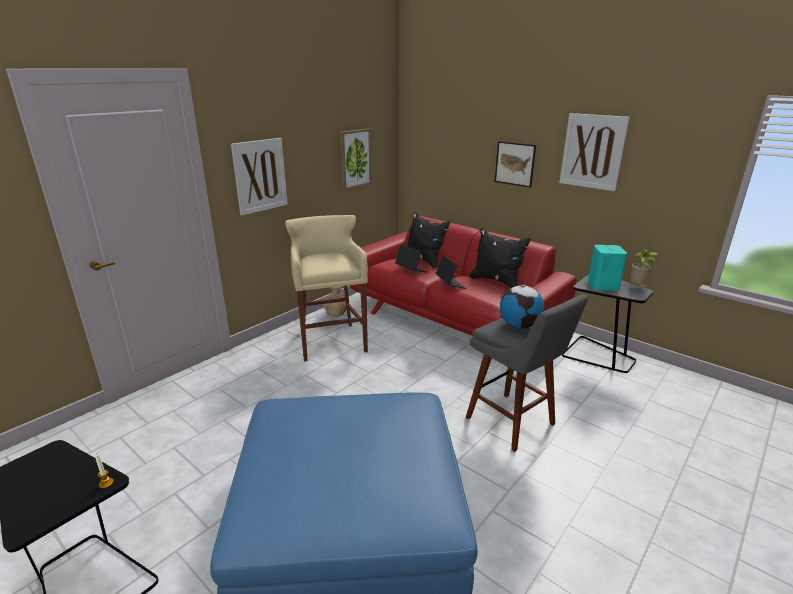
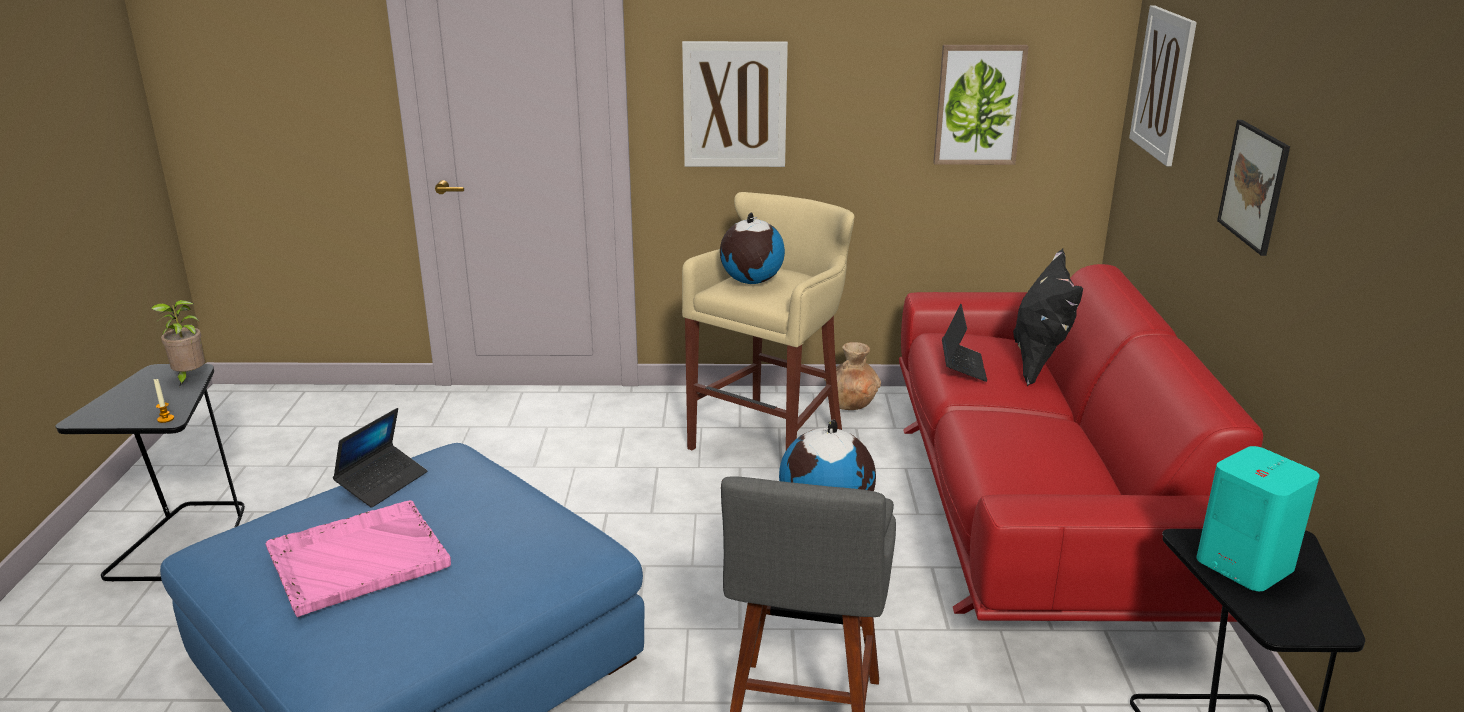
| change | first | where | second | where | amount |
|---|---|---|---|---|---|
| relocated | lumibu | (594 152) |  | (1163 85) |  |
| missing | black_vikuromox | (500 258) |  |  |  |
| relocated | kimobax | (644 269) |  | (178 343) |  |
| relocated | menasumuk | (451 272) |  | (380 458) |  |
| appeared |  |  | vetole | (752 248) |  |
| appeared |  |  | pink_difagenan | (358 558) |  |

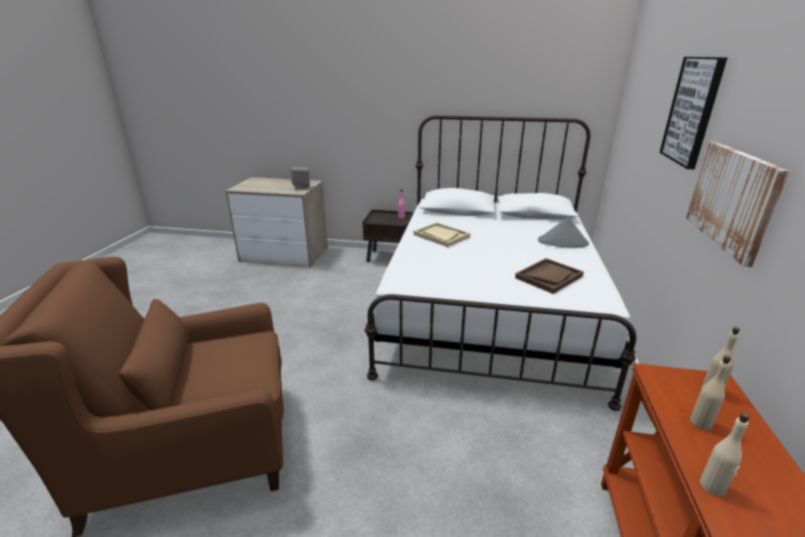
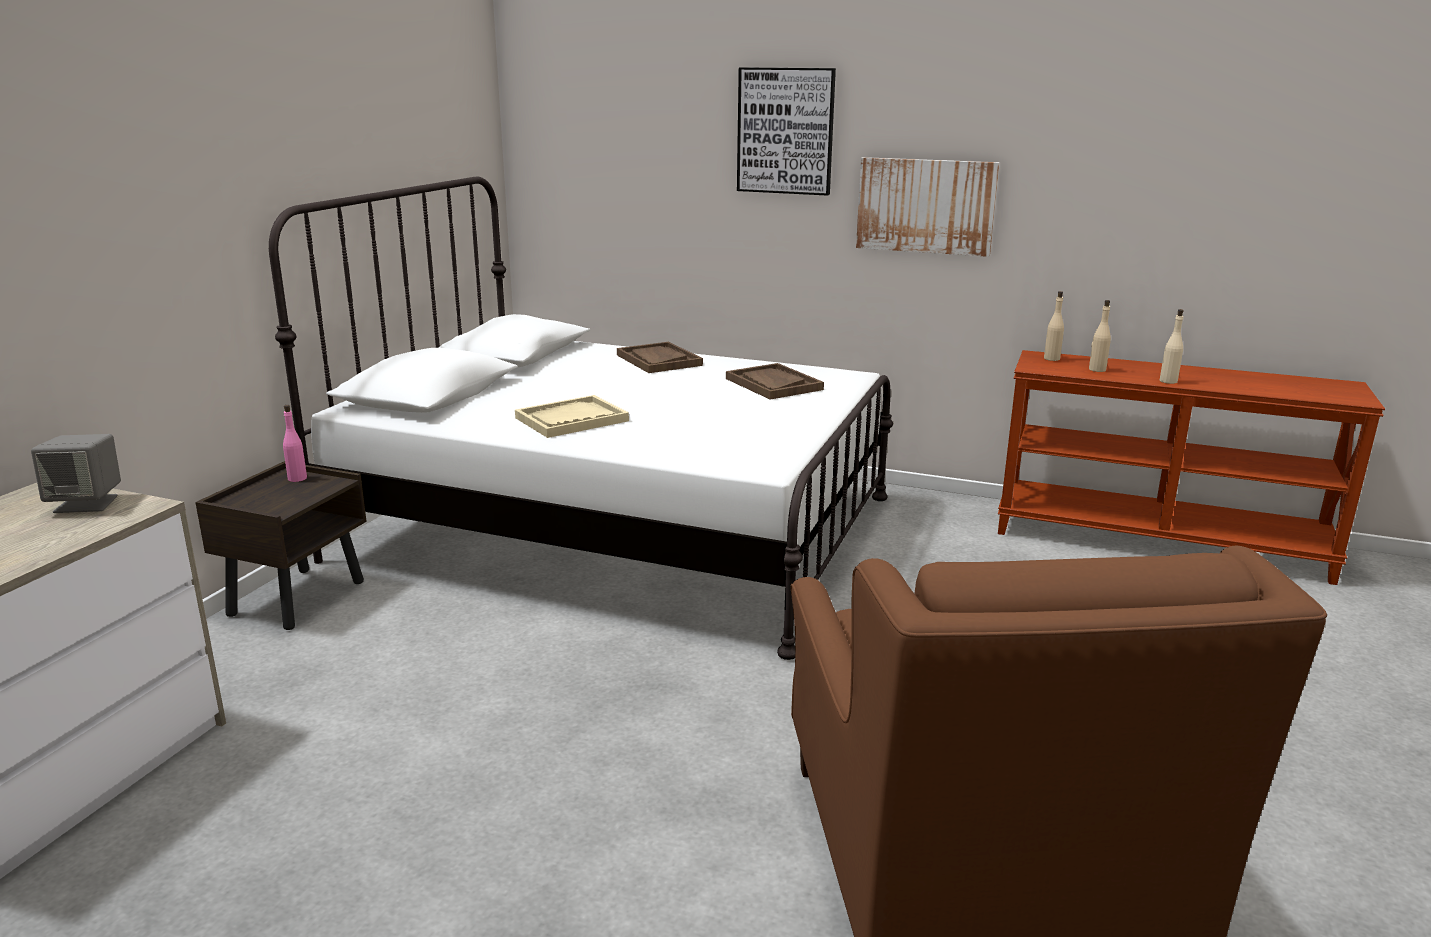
| change | first | where | second | where | amount |
|---|---|---|---|---|---|
| exchanged | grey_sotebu | (563 231) | brown_difagenan | (660 357) |  |

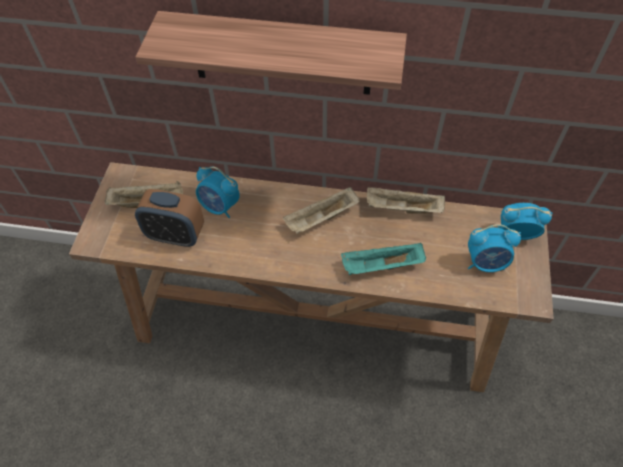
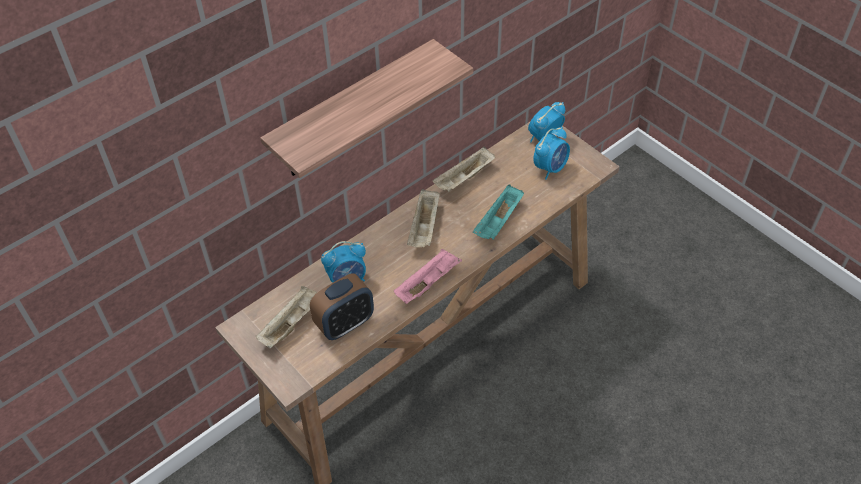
| change | first | where | second | where | amount |
|---|---|---|---|---|---|
| appeared |  |  | pink_difagenan | (428 276) |  |

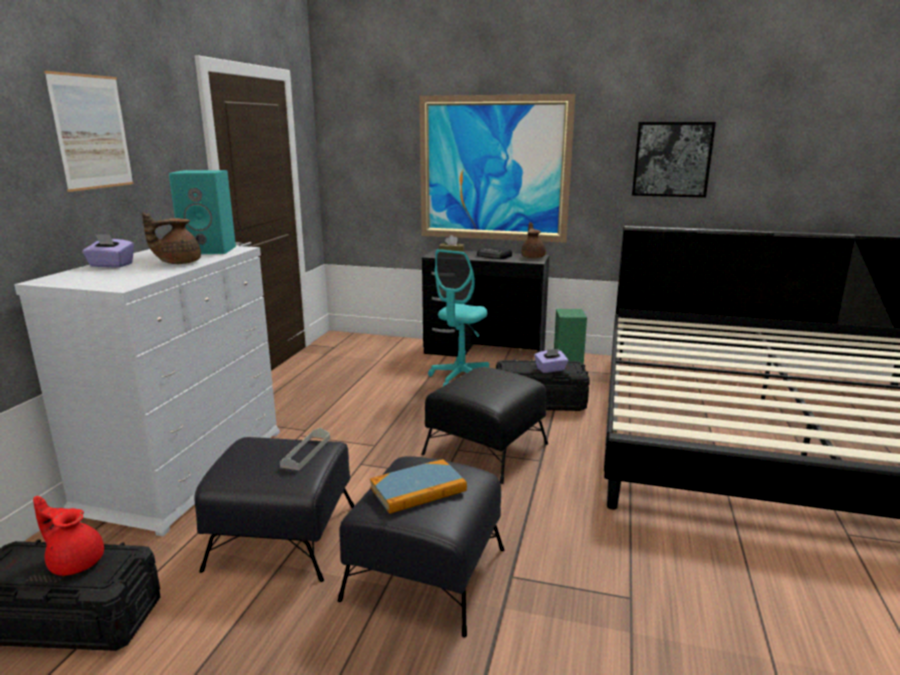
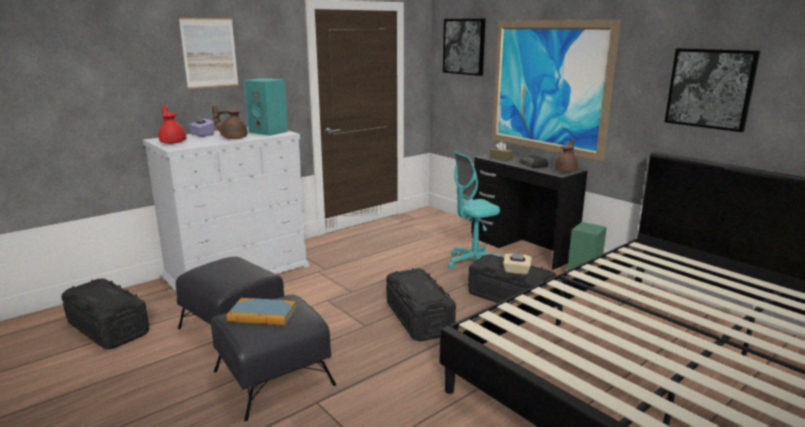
| change | first | where | second | where | amount |
|---|---|---|---|---|---|
| colour | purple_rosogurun | (551 361) | beige_rosogurun | (517 264) |  |
| exchanged | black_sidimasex | (484 425) | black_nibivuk | (421 305) |  |
| missing | grey_difagenan | (305 449) |  |  |  |
| relocated | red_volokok | (68 536) |  | (172 124) |  |
| appeared |  |  | lumibu | (464 47) |  |

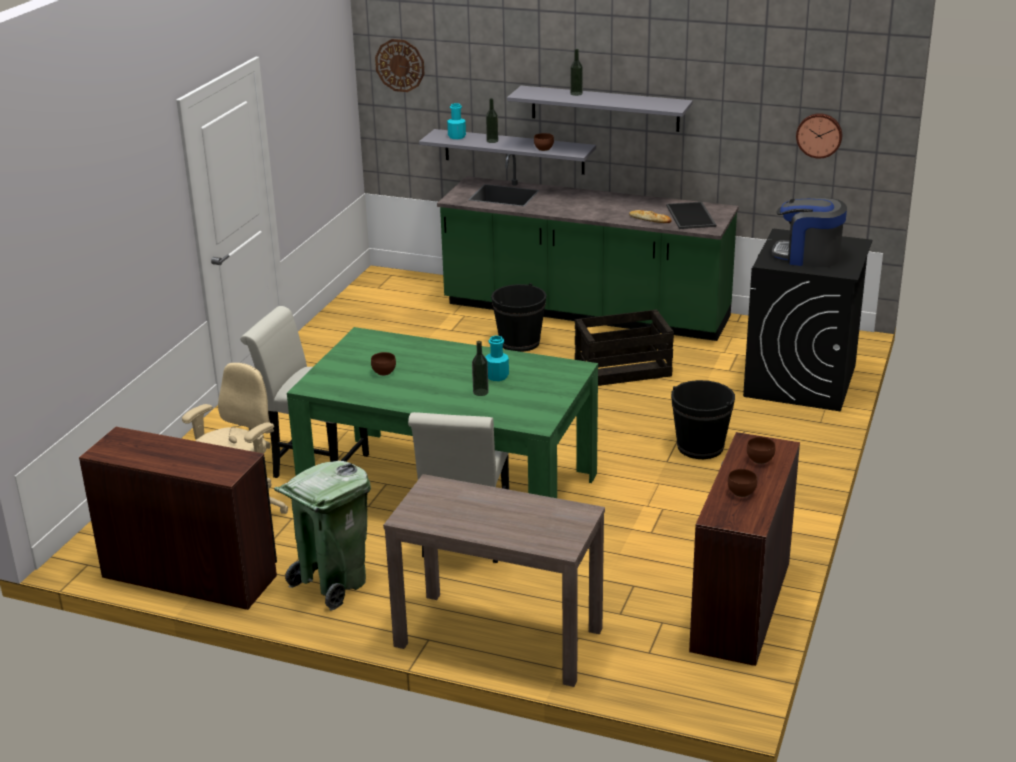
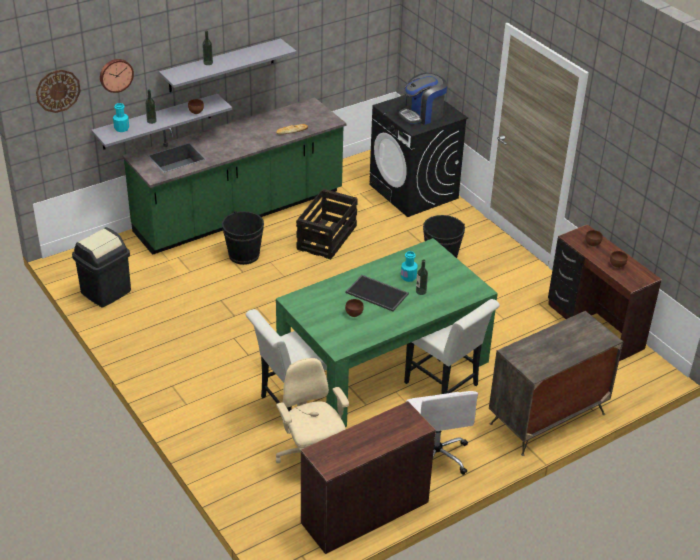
| change | first | where | second | where | amount |
|---|---|---|---|---|---|
| relocated | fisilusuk | (819 136) |  | (117 76) |  |
| relocated | difagenan | (691 215) |  | (377 293) |  |
| exchanged | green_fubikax | (322 536) | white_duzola | (442 433) |  |
| exchanged | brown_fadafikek | (494 580) | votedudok | (556 383) |  |
| appeared |  |  | black_fubikax | (101 267) |  |

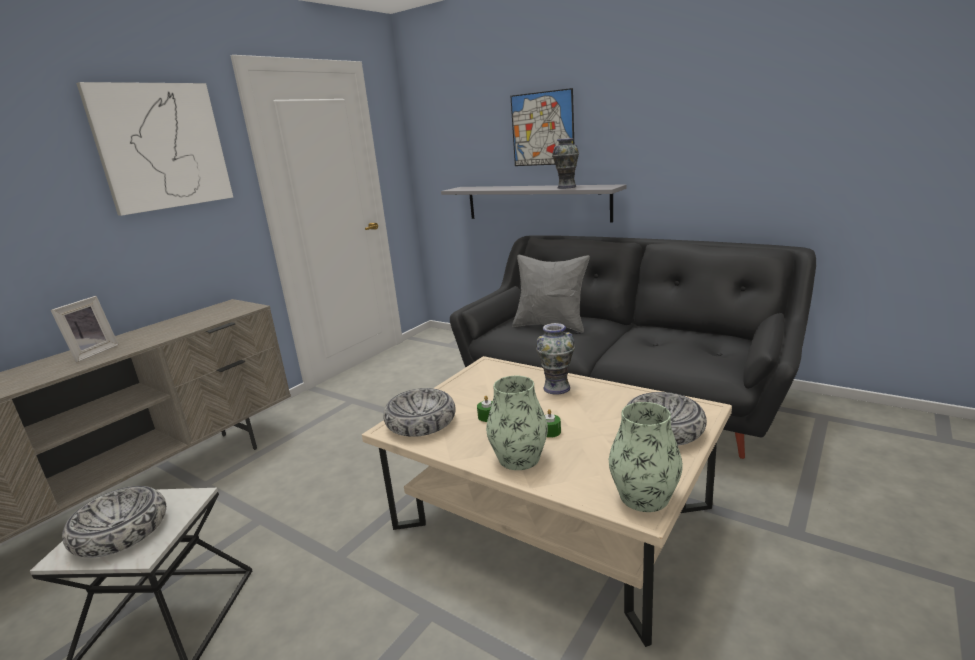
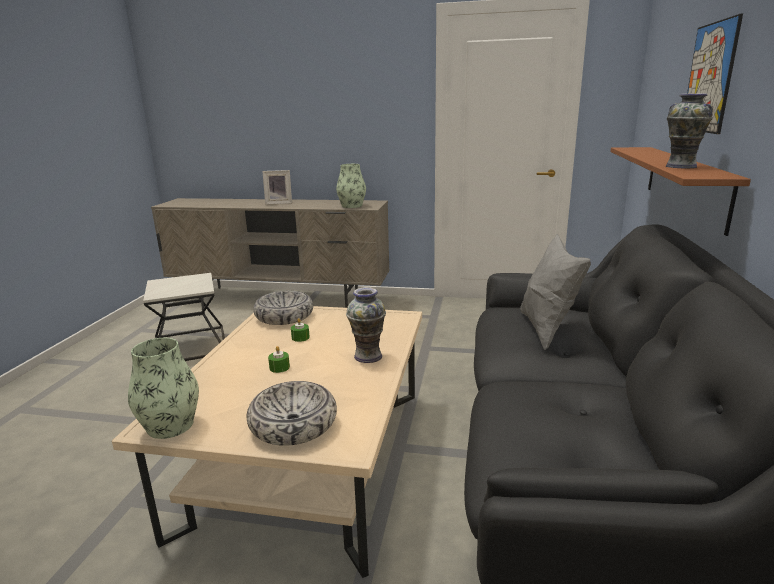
| change | first | where | second | where | amount |
|---|---|---|---|---|---|
| missing | lumibu | (154 149) |  |  |  |
| colour | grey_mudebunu | (534 203) | brown_mudebunu | (680 191) |  |
| relocated | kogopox | (517 423) |  | (351 186) |  |
| missing | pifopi | (114 522) |  |  |  |

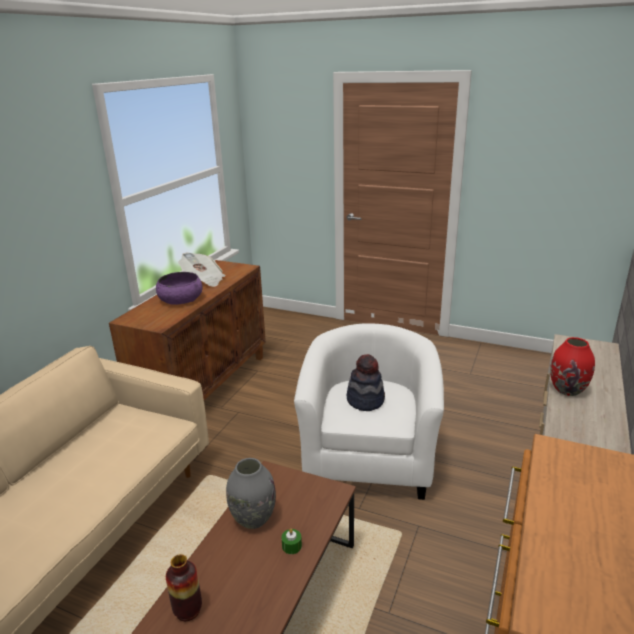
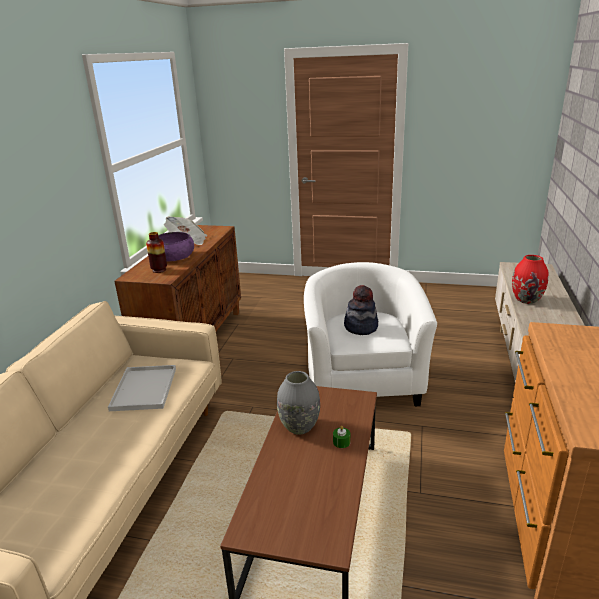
| change | first | where | second | where | amount |
|---|---|---|---|---|---|
| relocated | kogopox | (184 587) |  | (156 252) |  |
| appeared |  |  | white_difagenan | (142 388) |  |

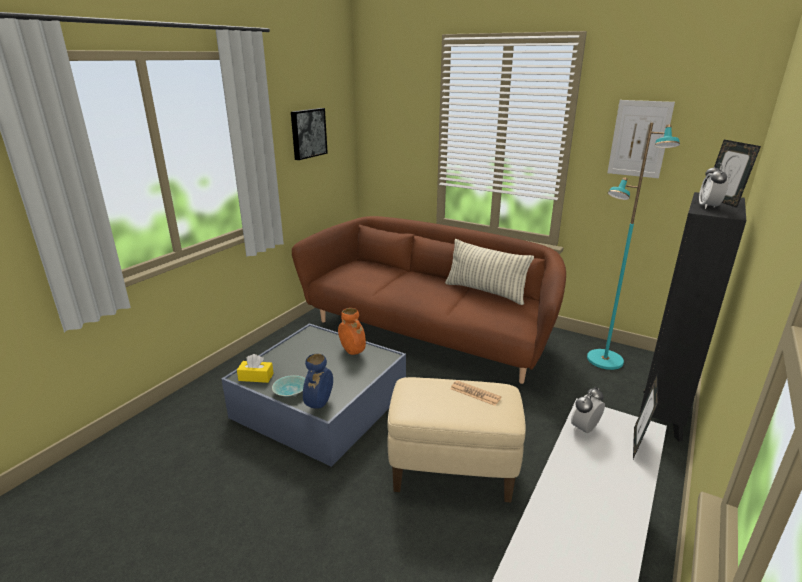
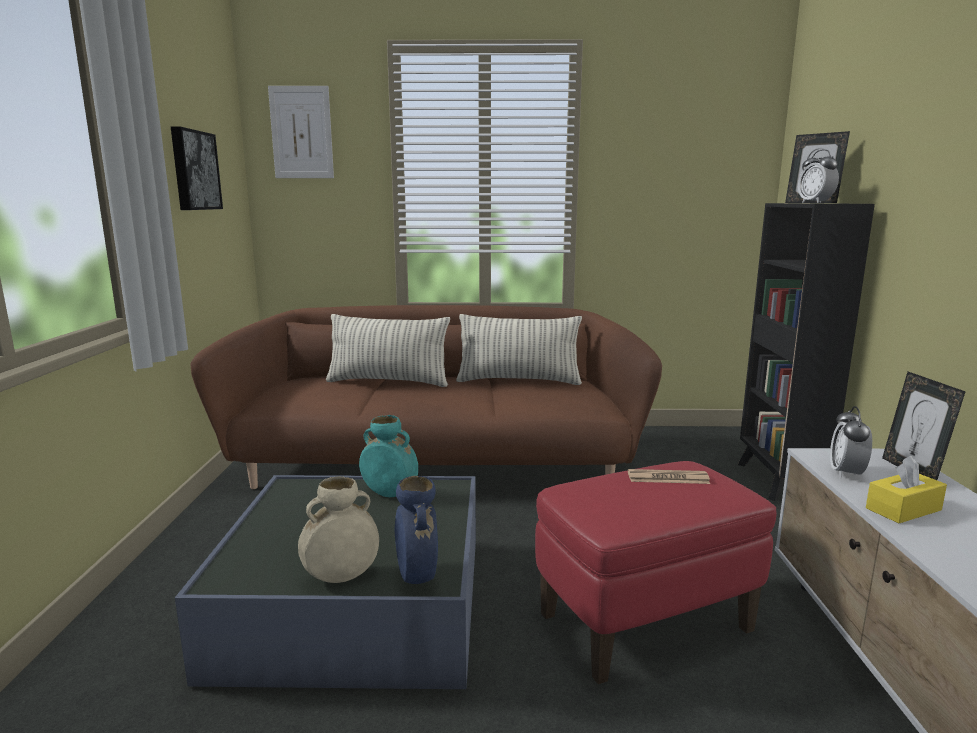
| change | first | where | second | where | amount |
|---|---|---|---|---|---|
| relocated | lumibu | (641 139) |  | (301 132) |  |
| missing | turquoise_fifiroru | (633 246) |  |  |  |
| colour | orange_kogopox | (352 331) | turquoise_kogopox | (388 456) |  |
| relocated | yellow_rosogurun | (255 368) |  | (906 489) |  |
| exchanged | turquoise_pifopi | (288 385) | beige_kogopox | (338 529) |  |
| colour | beige_sidimasex | (456 439) | red_sidimasex | (656 572) |  |
| appeared |  |  | vikuromox | (388 350) |  |

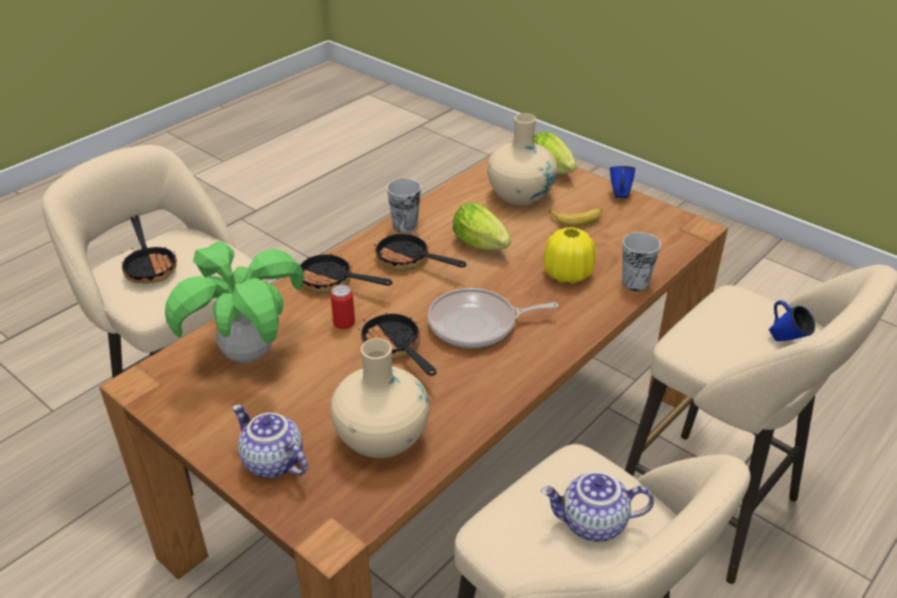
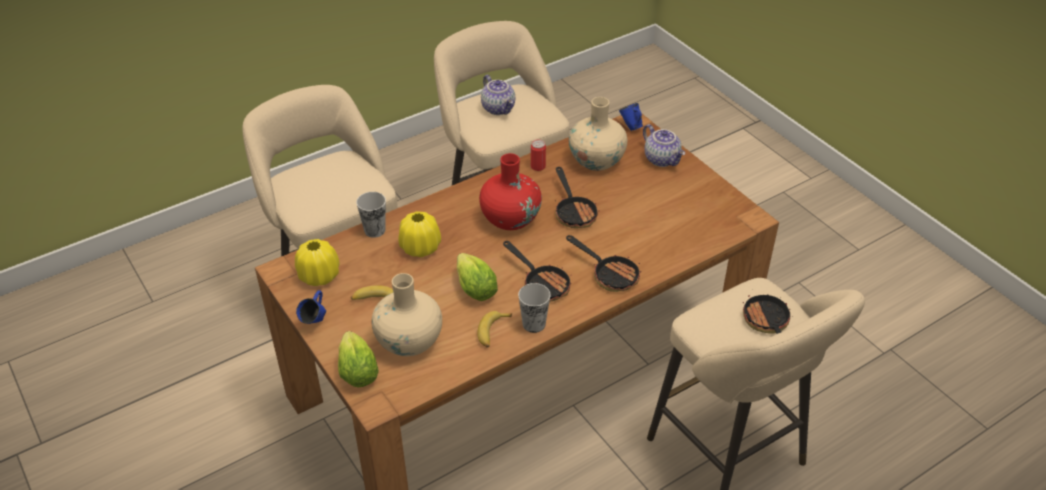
| change | first | where | second | where | amount |
|---|---|---|---|---|---|
| missing | kimobax | (234 302) |  |  |  |
| relocated | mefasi | (343 307) |  | (538 155) |  |
| exchanged | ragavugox | (493 318) | red_kogopox | (510 191) |  |
| relocated | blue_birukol | (792 320) |  | (631 117) |  |
| spun | volokok | (597 506) |  | (498 95) | 45 degrees clockwise |
| appeared |  |  | yellow_kogopox | (317 262) |  |
| appeared |  |  | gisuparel | (494 329) |  |

